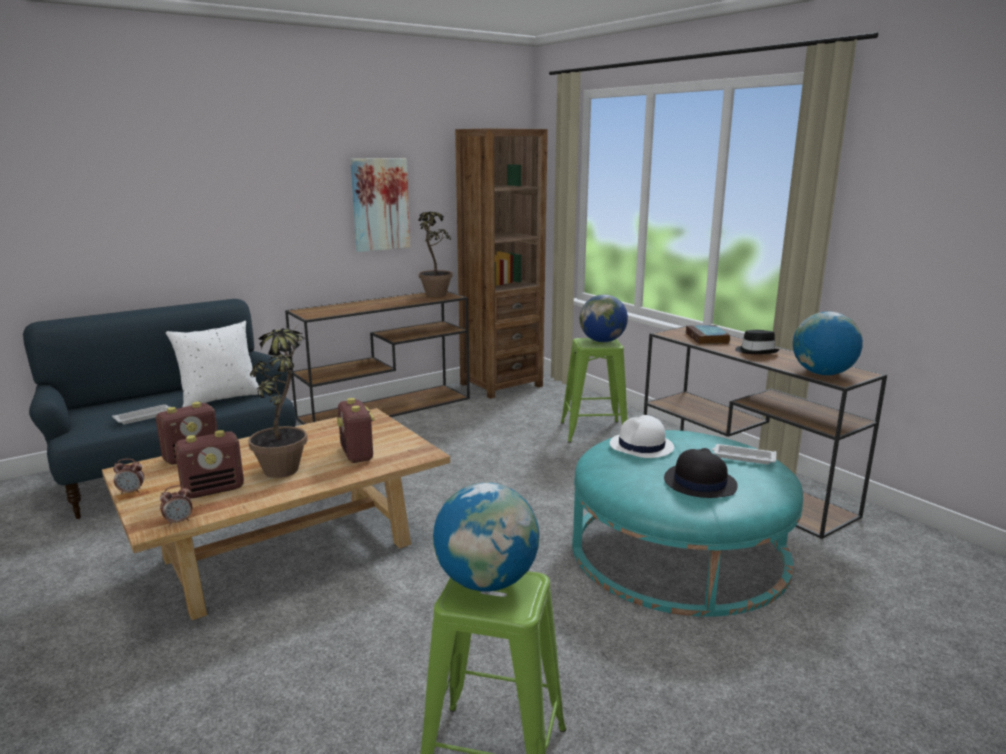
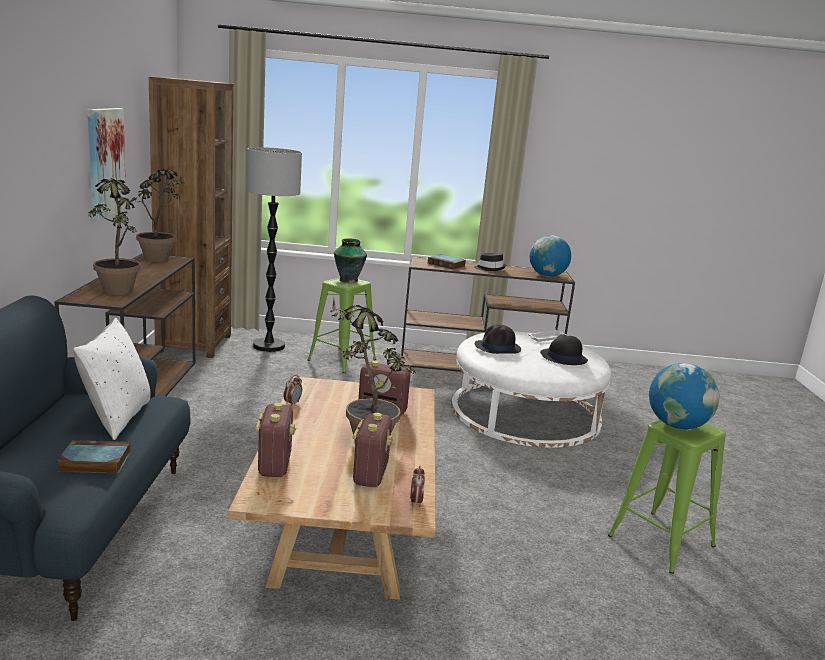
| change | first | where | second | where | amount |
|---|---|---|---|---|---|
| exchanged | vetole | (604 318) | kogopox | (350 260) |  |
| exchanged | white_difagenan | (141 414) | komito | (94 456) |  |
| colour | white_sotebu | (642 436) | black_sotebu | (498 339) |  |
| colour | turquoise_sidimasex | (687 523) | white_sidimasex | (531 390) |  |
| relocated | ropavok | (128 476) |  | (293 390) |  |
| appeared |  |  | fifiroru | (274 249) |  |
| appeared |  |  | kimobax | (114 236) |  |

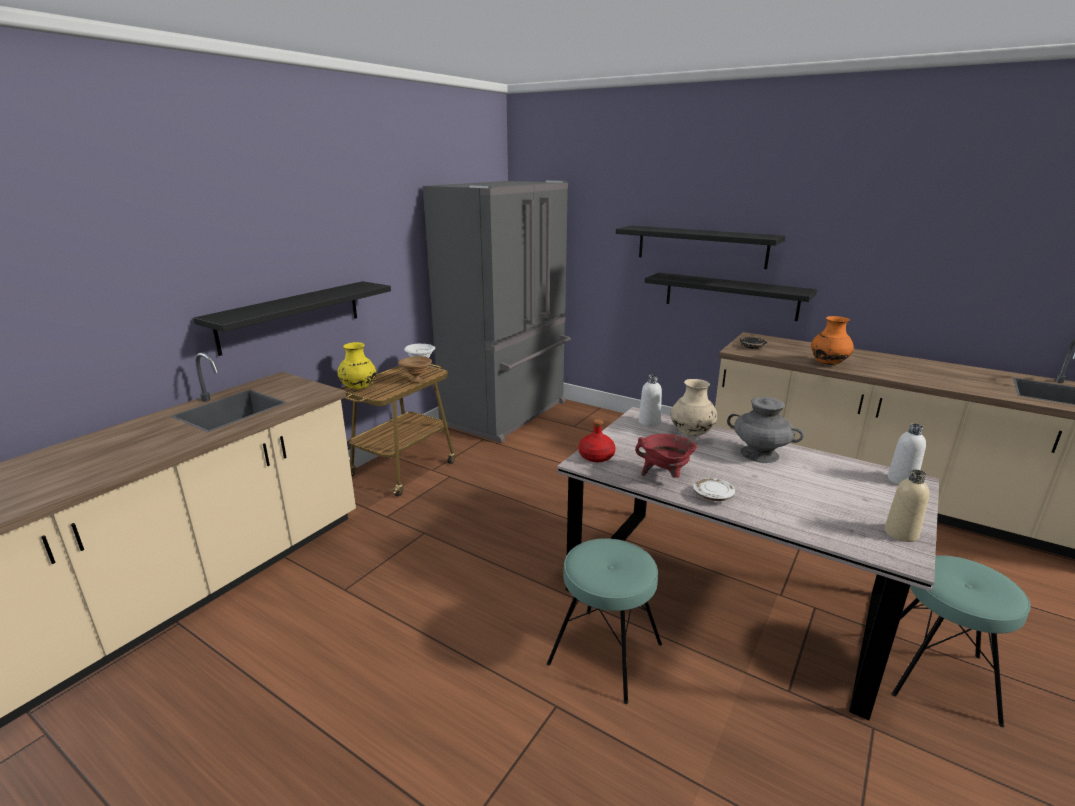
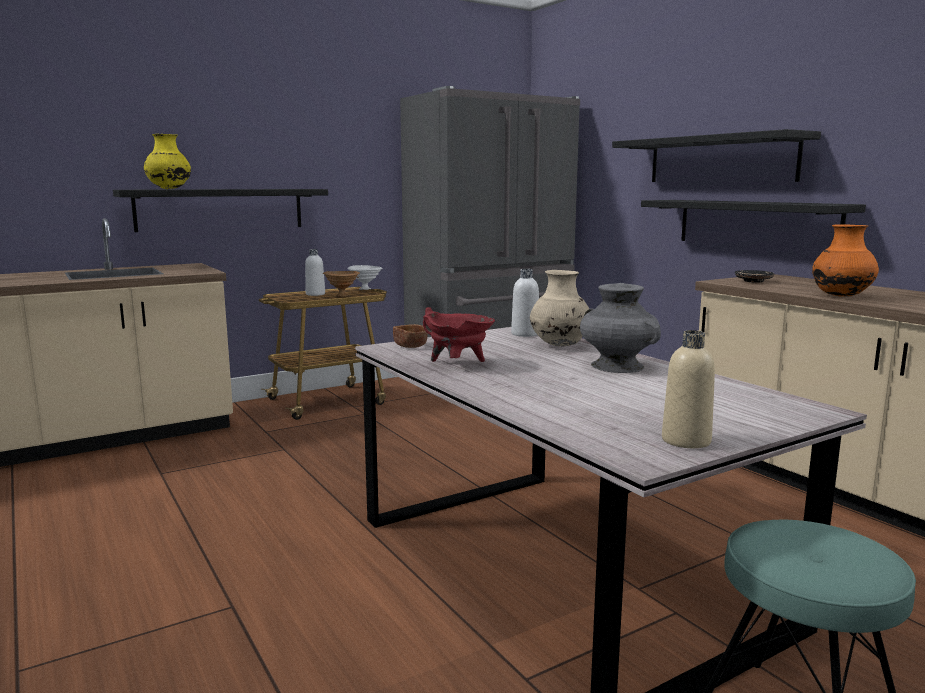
| change | first | where | second | where | amount |
|---|---|---|---|---|---|
| relocated | yellow_kogopox | (356 366) |  | (167 161) |  |
| exchanged | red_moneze | (597 440) | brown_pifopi | (410 336) |  |
| relocated | white_moneze | (907 454) |  | (315 272) |  |
| missing | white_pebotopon | (714 489) |  |  |  |
| missing | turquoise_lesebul | (604 621) |  |  |  |

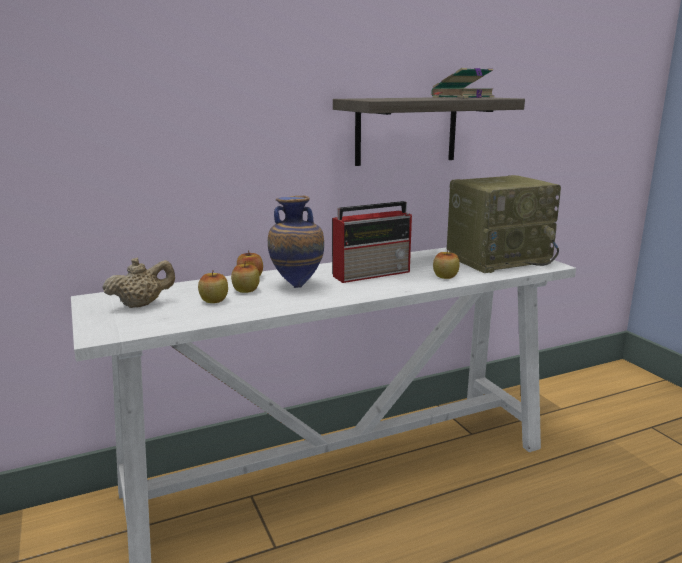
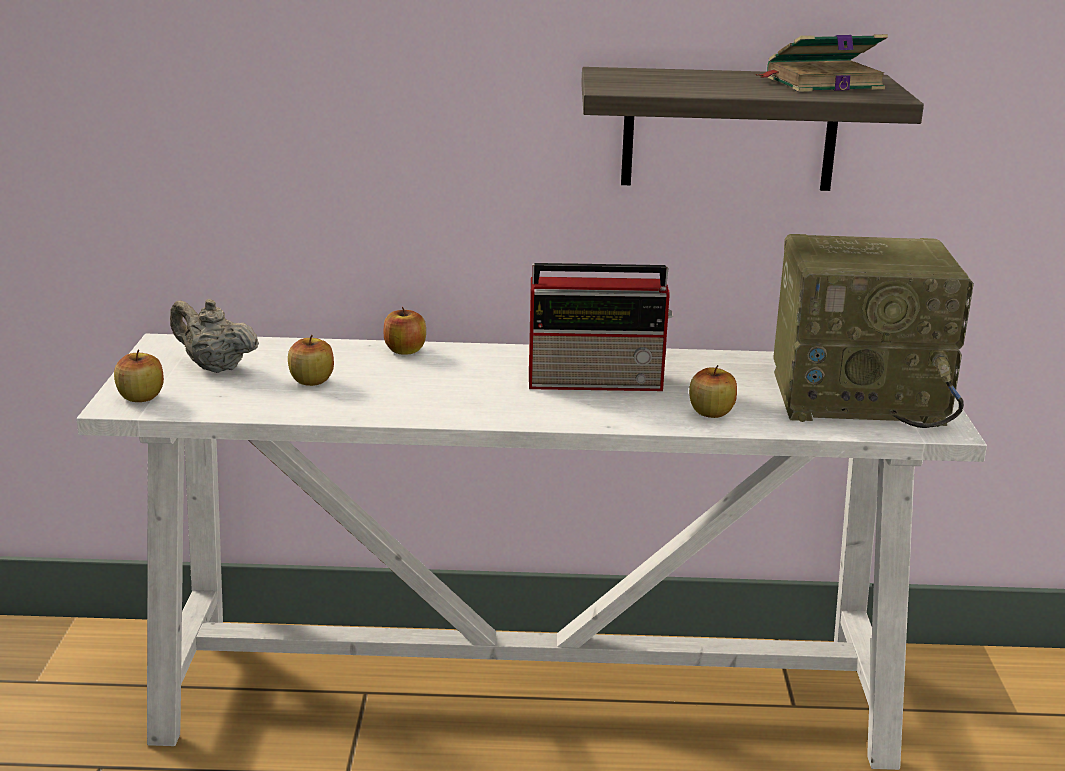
| change | first | where | second | where | amount |
|---|---|---|---|---|---|
| missing | kogopox | (296 242) |  |  |  |
| spun | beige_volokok | (138 283) |  | (214 336) | 150 degrees counterclockwise |
| relocated | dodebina | (245 277) |  | (139 375) |  |

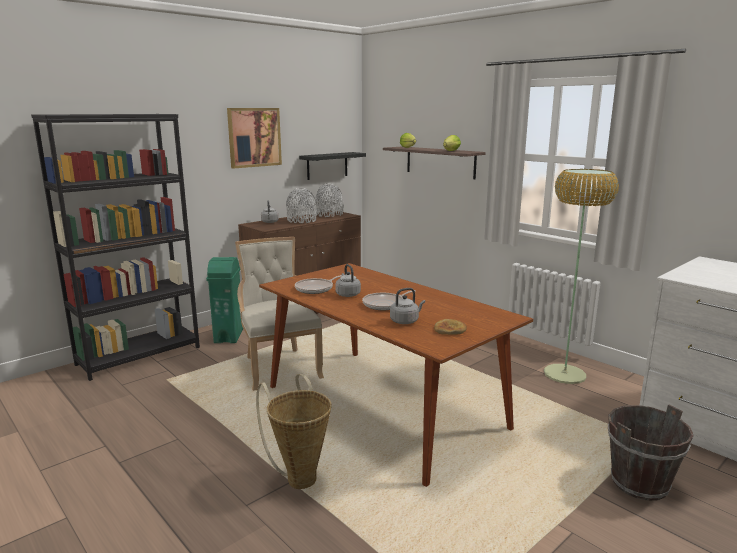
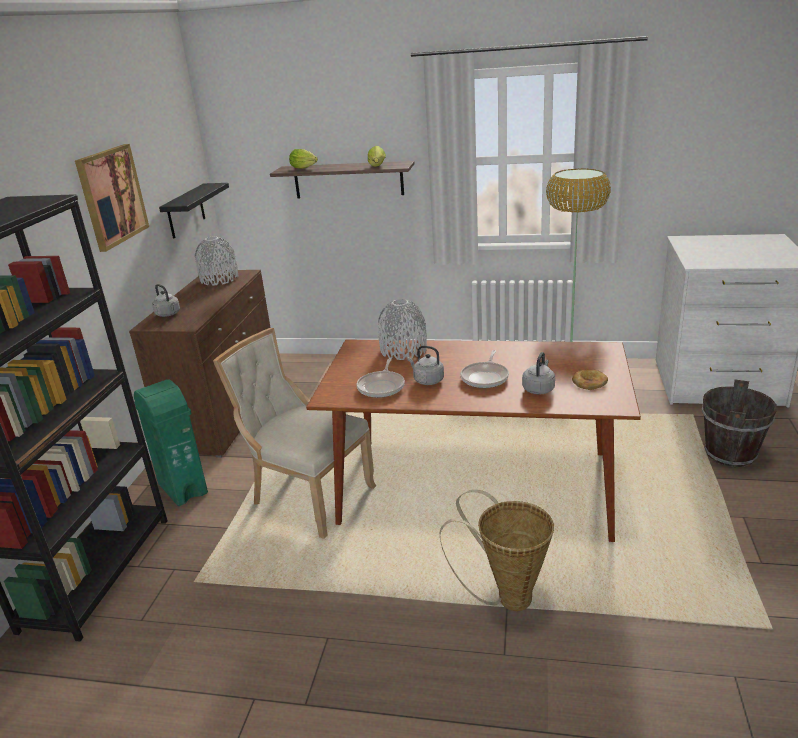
| change | first | where | second | where | amount |
|---|---|---|---|---|---|
| relocated | grey_kogopox | (301 205) |  | (402 329) |  |

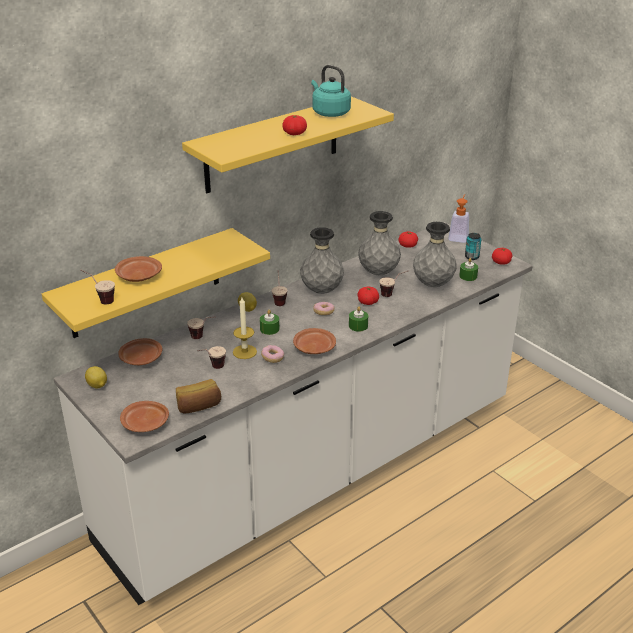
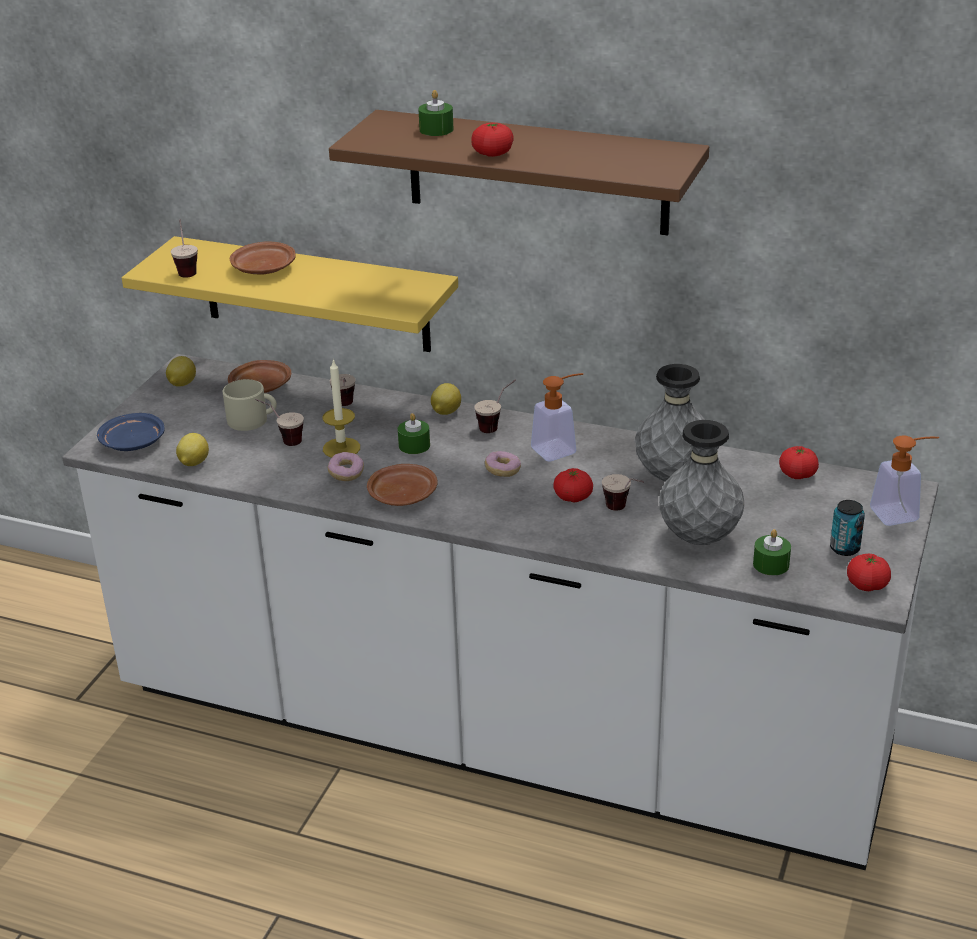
| change | first | where | second | where | amount |
|---|---|---|---|---|---|
| missing | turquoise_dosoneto | (331 91) |  |  |  |
| colour | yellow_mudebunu | (288 144) | brown_mudebunu | (519 173) |  |
| exchanged | grey_kogopox | (322 260) | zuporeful | (557 417) |  |
| relocated | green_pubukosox | (358 319) |  | (436 113) |  |
| exchanged | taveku | (198 396) | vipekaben | (192 449) |  |
| colour | brown_pebotopon | (144 416) | blue_pebotopon | (131 432) |  |
| appeared |  |  | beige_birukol | (250 405) |  |

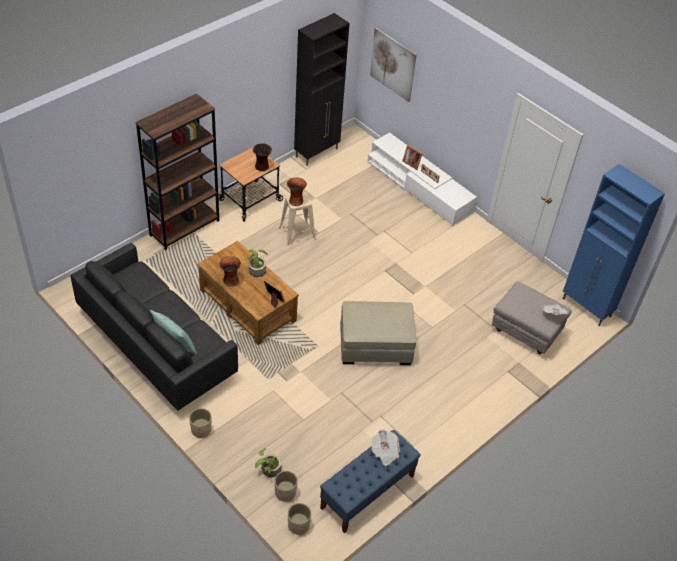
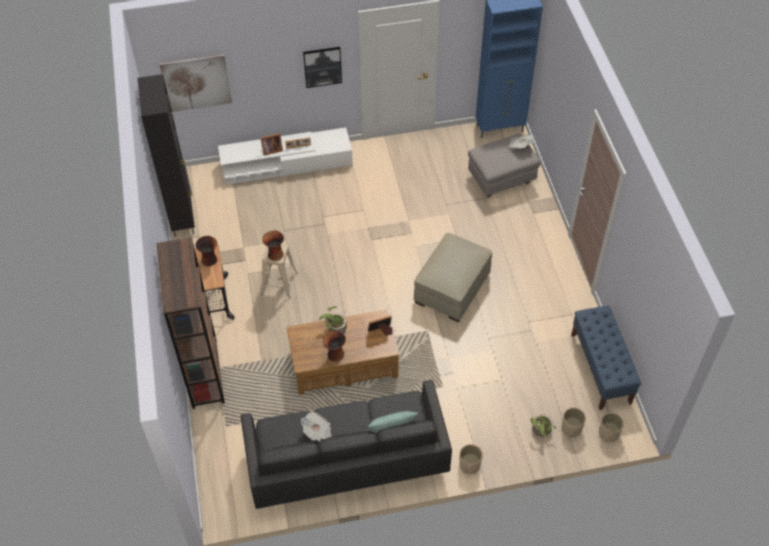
| change | first | where | second | where | amount |
|---|---|---|---|---|---|
| relocated | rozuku | (385 447) |  | (316 426) |  |
| appeared |  |  | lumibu | (322 67) |  |

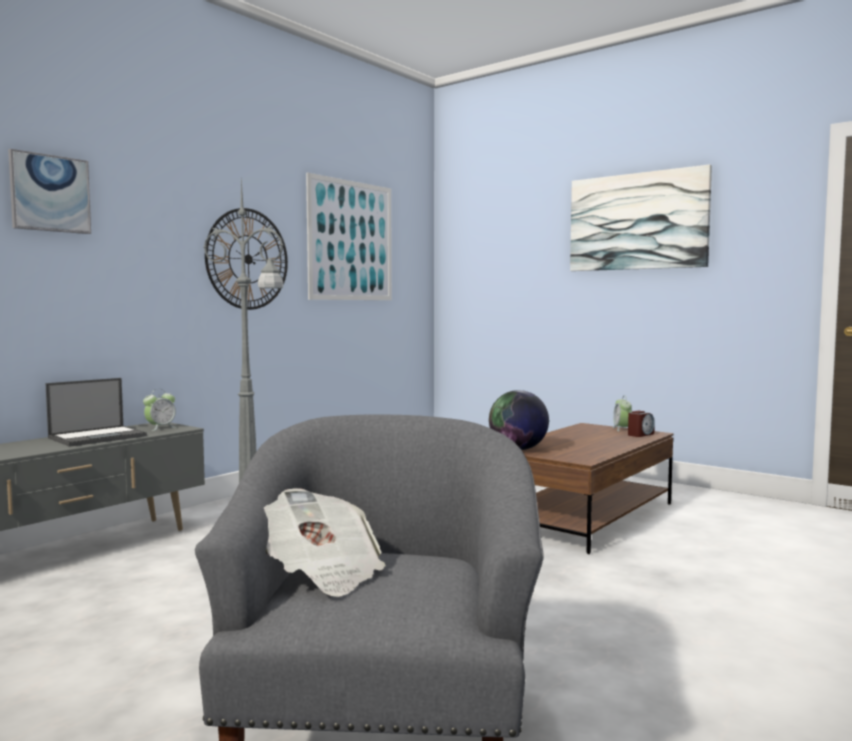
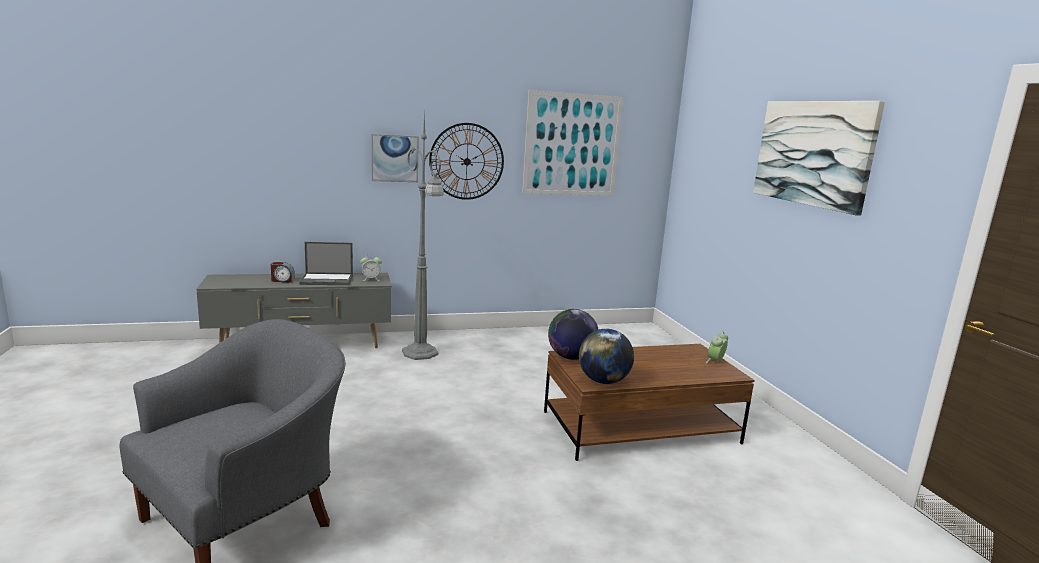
| change | first | where | second | where | amount |
|---|---|---|---|---|---|
| relocated | lumibu | (49 191) |  | (395 158) |  |
| relocated | ropavok | (641 424) |  | (283 272) |  |
| missing | rozuku | (325 542) |  |  |  |
| appeared |  |  | vetole | (606 356) |  |

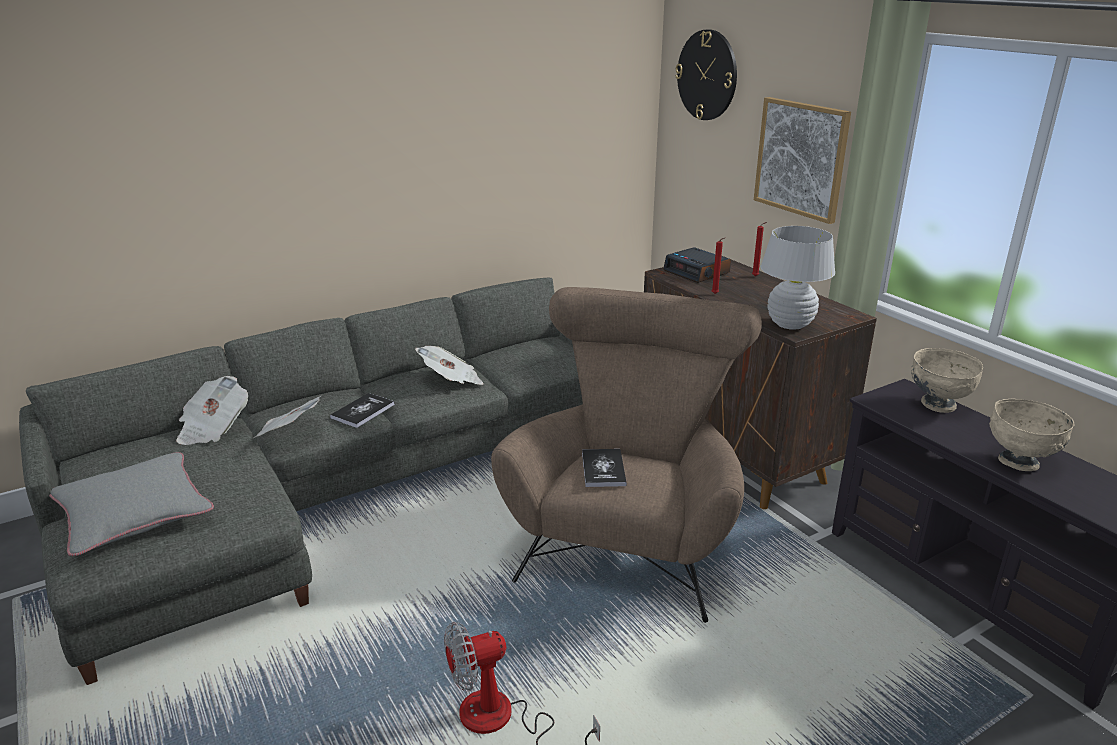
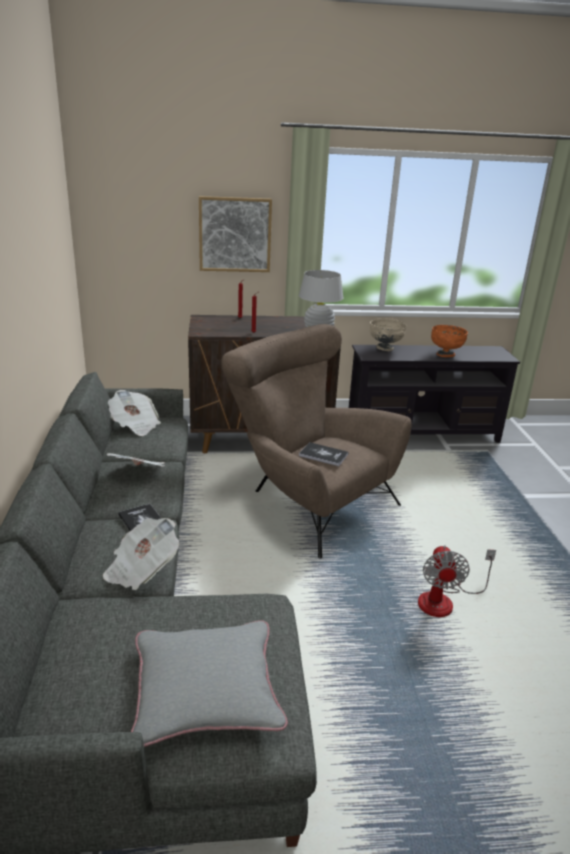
| change | first | where | second | where | amount |
|---|---|---|---|---|---|
| missing | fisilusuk | (706 74) |  |  |  |
| missing | ropavok | (697 265) |  |  |  |
| relocated | rozuku | (212 410) |  | (134 413) |  |
| colour | beige_pifopi | (1031 435) | orange_pifopi | (449 341) |  |

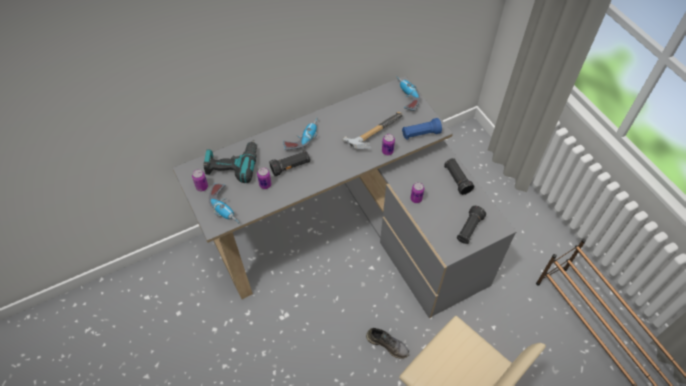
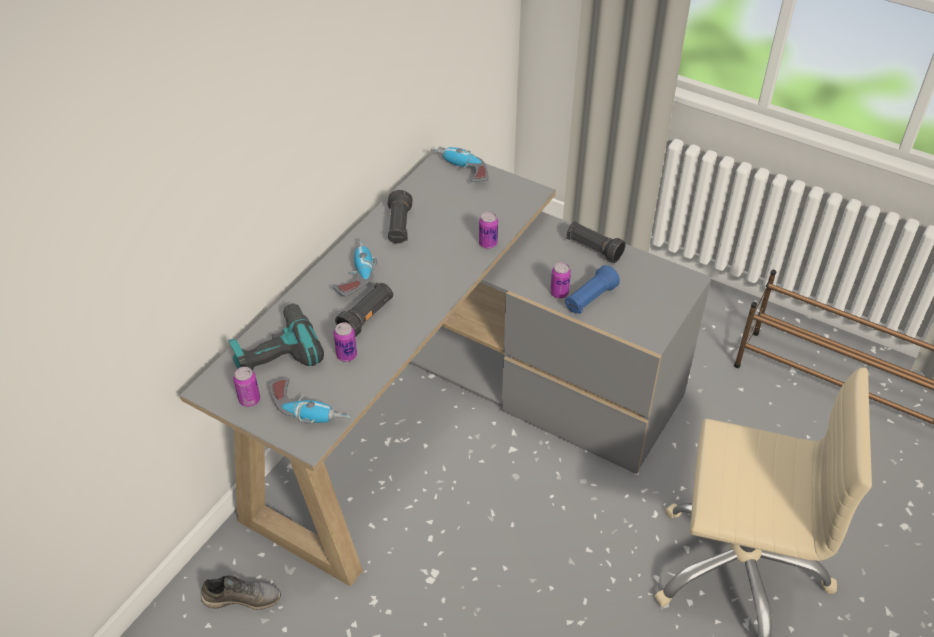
| change | first | where | second | where | amount |
|---|---|---|---|---|---|
| missing | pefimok | (373 130) |  |  |  |
| relocated | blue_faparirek | (422 129) |  | (592 289) |  |
| relocated | black_faparirek | (471 225) |  | (400 217) |  |
| relocated | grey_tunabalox | (387 343) |  | (241 592) |  |

